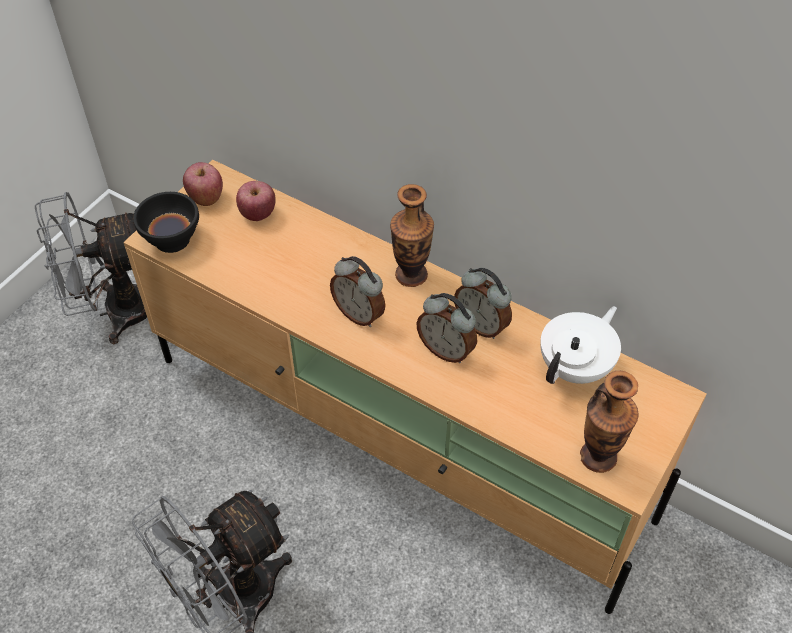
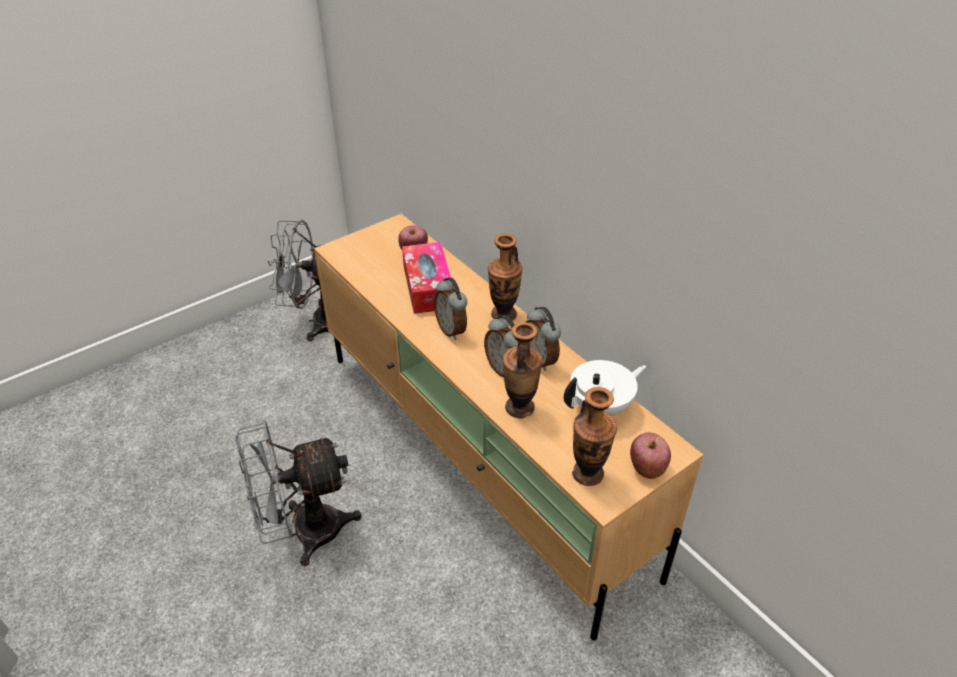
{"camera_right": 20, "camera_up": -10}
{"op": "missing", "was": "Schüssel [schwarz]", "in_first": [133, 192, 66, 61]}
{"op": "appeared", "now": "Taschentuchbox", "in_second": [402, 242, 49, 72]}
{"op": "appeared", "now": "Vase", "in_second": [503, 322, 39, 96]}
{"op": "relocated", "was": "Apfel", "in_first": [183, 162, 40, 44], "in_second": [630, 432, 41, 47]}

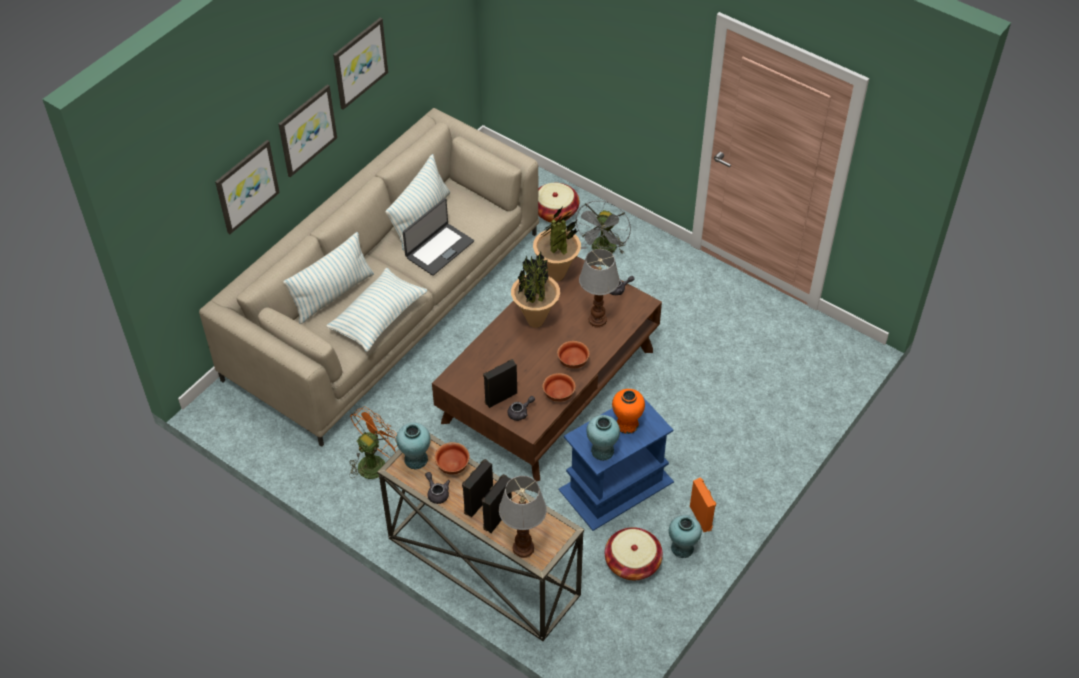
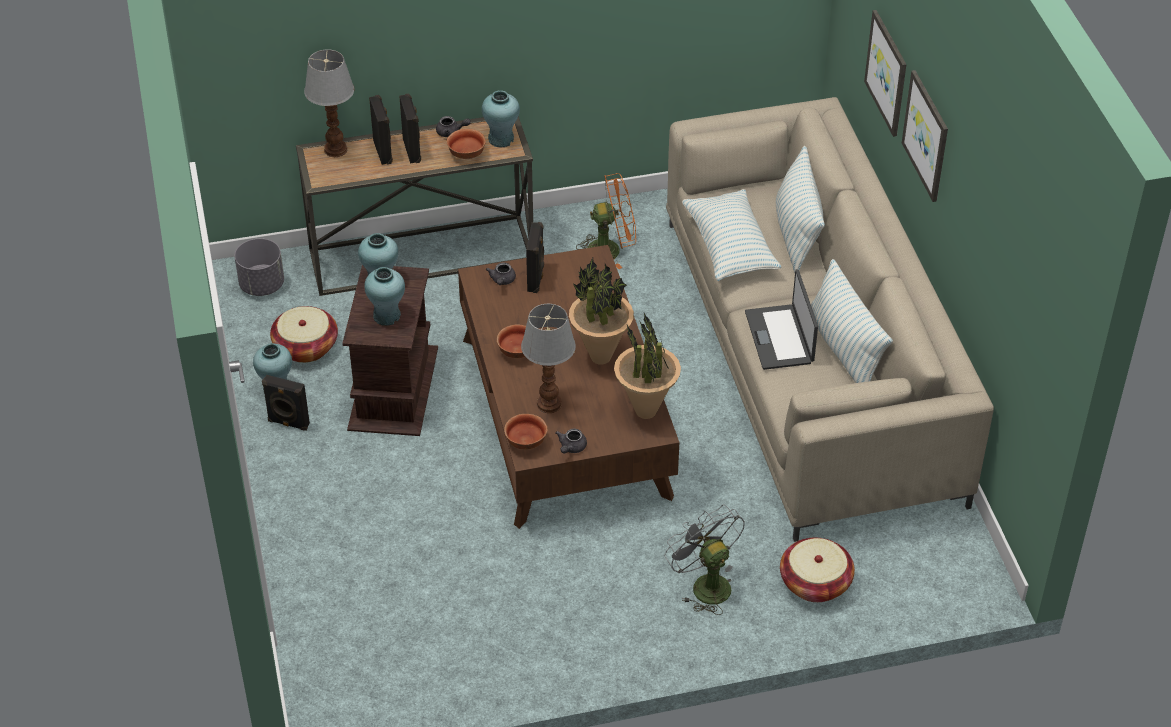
{"camera_right": 130, "camera_up": -5}
{"op": "missing", "was": "Bild", "in_first": [333, 18, 55, 92]}
{"op": "appeared", "now": "Pflanzkübel [grau]", "in_second": [234, 238, 50, 58]}
{"op": "relocated", "was": "Schüssel", "in_first": [542, 373, 34, 29], "in_second": [504, 414, 44, 36]}
{"op": "colour", "was": "Beistelltisch [blau]", "now": "Beistelltisch [braun]", "in_first": [558, 397, 116, 134], "in_second": [342, 265, 96, 171]}
{"op": "colour", "was": "Vase [orange]", "now": "Vase [türkis]", "in_first": [612, 389, 33, 45], "in_second": [364, 267, 41, 59]}
{"op": "colour", "was": "Lautsprecher [orange]", "now": "Lautsprecher [schwarz]", "in_first": [690, 477, 26, 55], "in_second": [262, 375, 48, 56]}
{"op": "spun", "was": "Ventilator [orange]", "in_first": [349, 407, 48, 72], "in_second": [576, 173, 60, 96], "clockwise": -90}

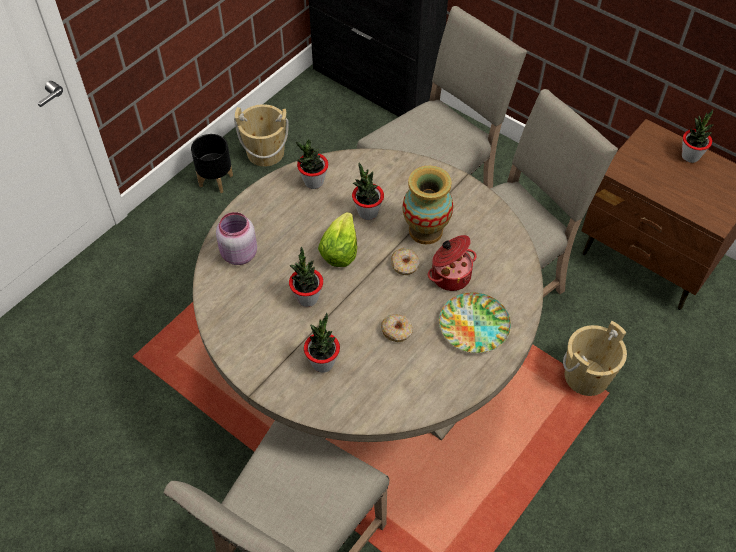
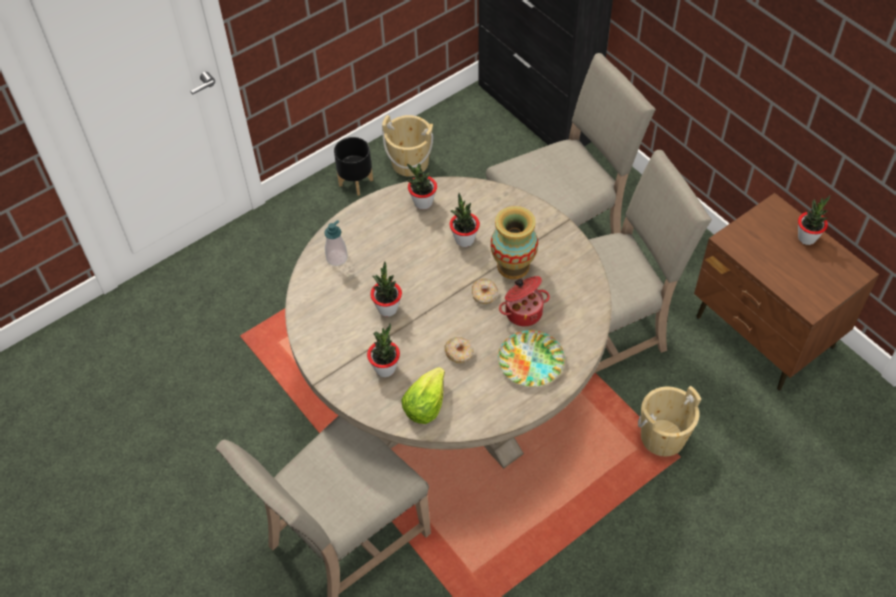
{"camera_right": 15, "camera_up": 0}
{"op": "relocated", "was": "Salatkopf", "in_first": [318, 212, 39, 55], "in_second": [401, 367, 44, 57]}
{"op": "exchanged", "was": "Vorratsglas [rosa]", "now": "Seifenspender", "in_first": [216, 212, 41, 53], "in_second": [324, 220, 24, 46]}

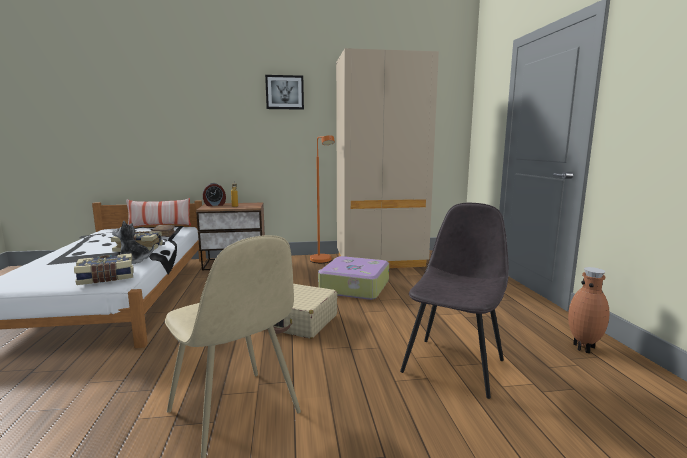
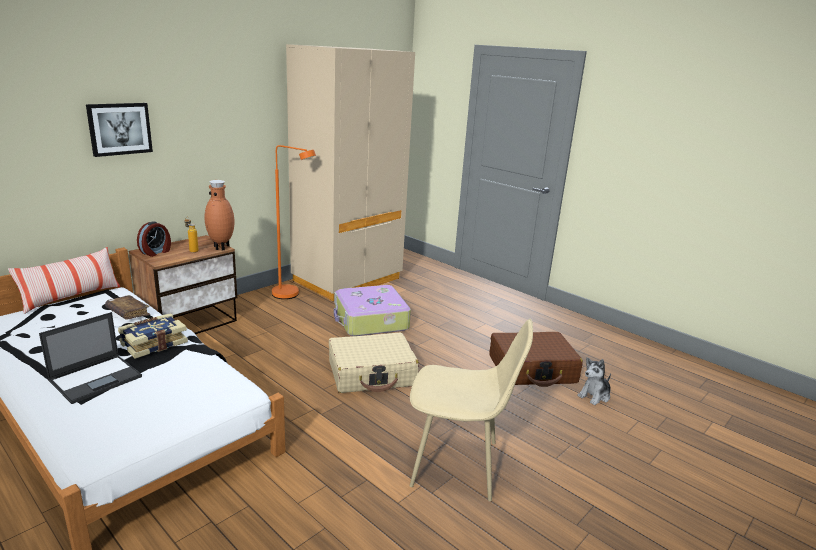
{"camera_right": -40, "camera_up": 10}
{"op": "missing", "was": "Buch", "in_first": [74, 253, 60, 32]}
{"op": "appeared", "now": "Laptop", "in_second": [39, 312, 103, 92]}
{"op": "relocated", "was": "Plüschtier", "in_first": [112, 221, 42, 43], "in_second": [577, 357, 34, 48]}
{"op": "relocated", "was": "Bild", "in_first": [265, 75, 39, 35], "in_second": [86, 103, 67, 54]}
{"op": "relocated", "was": "Vase [braun]", "in_first": [568, 267, 42, 86], "in_second": [205, 180, 29, 70]}
{"op": "exchanged", "was": "Stuhl [grau]", "now": "Koffer [braun]", "in_first": [400, 203, 109, 196], "in_second": [489, 332, 94, 55]}

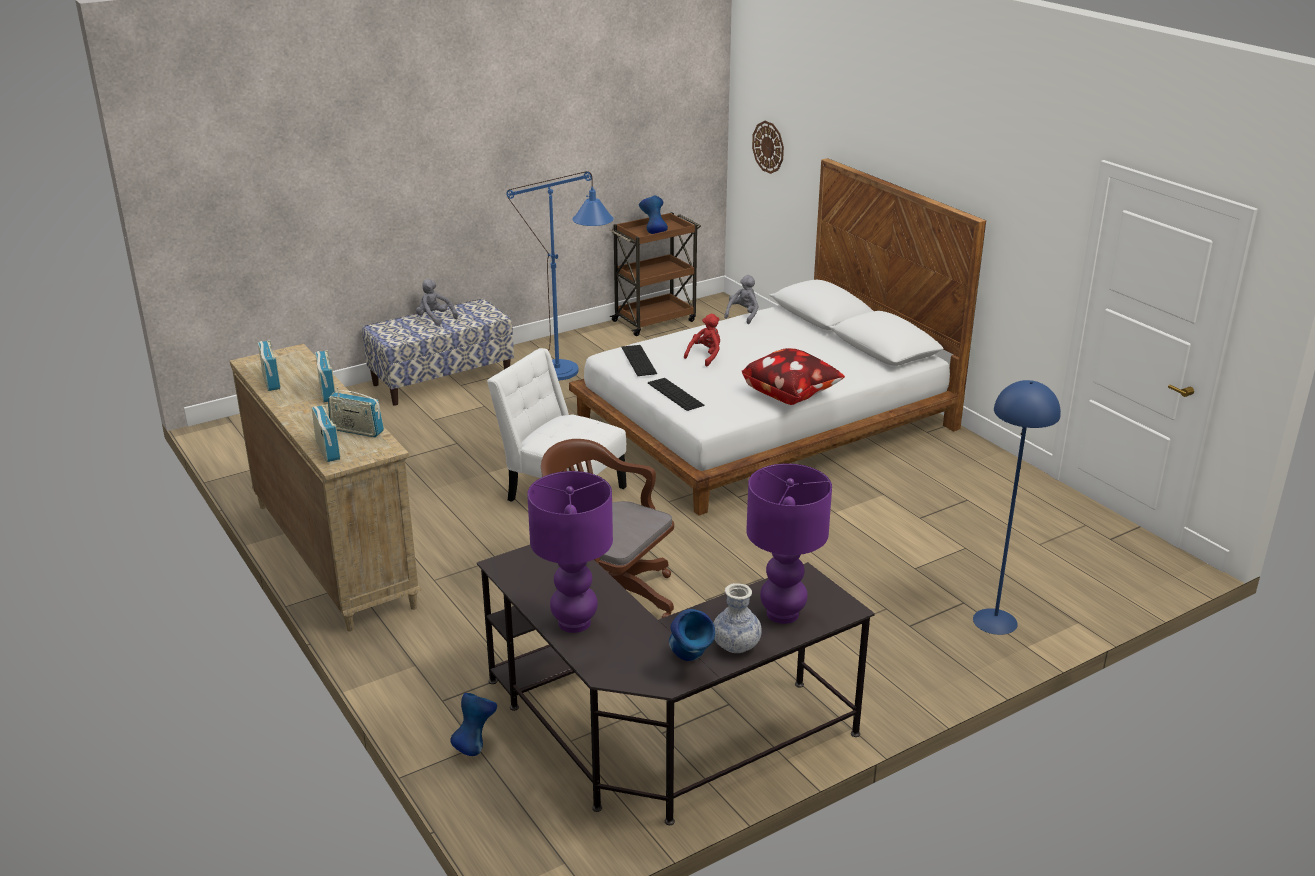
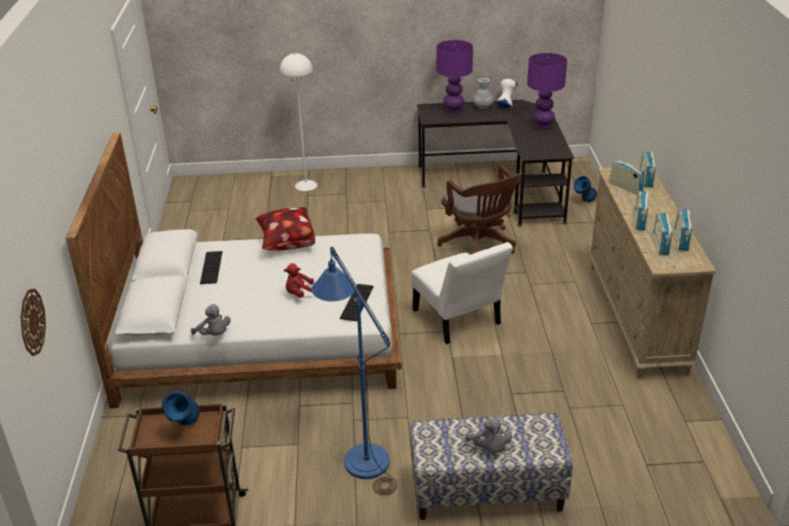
{"camera_right": -150, "camera_up": 5}
{"op": "appeared", "now": "Radio", "in_second": [653, 210, 20, 45]}
{"op": "relocated", "was": "Tastatur", "in_first": [648, 378, 56, 33], "in_second": [200, 251, 22, 33]}
{"op": "colour", "was": "Vase [blau]", "now": "Vase [weiß]", "in_first": [669, 609, 46, 52], "in_second": [497, 79, 21, 29]}
{"op": "colour", "was": "Stehlampe [blau]", "now": "Stehlampe [weiß]", "in_first": [973, 380, 88, 255], "in_second": [280, 53, 37, 138]}
{"op": "spun", "was": "Plüschtier [grau]", "in_first": [724, 275, 34, 49], "in_second": [191, 304, 39, 31], "clockwise": -105}

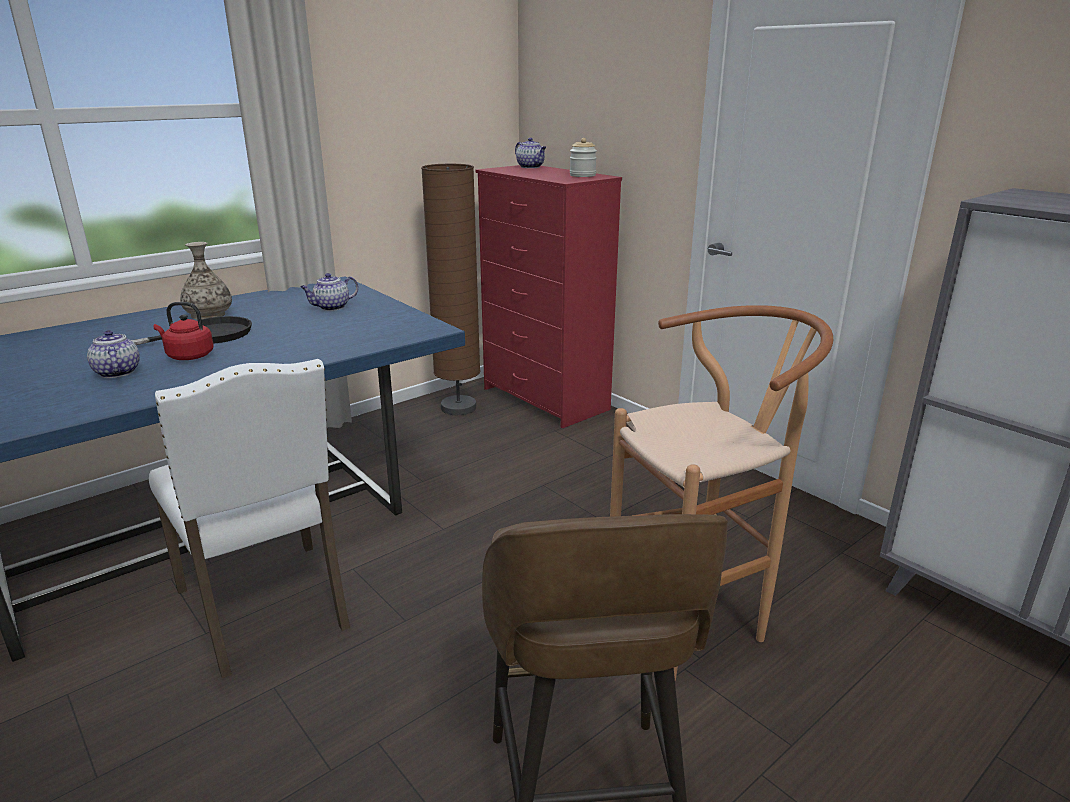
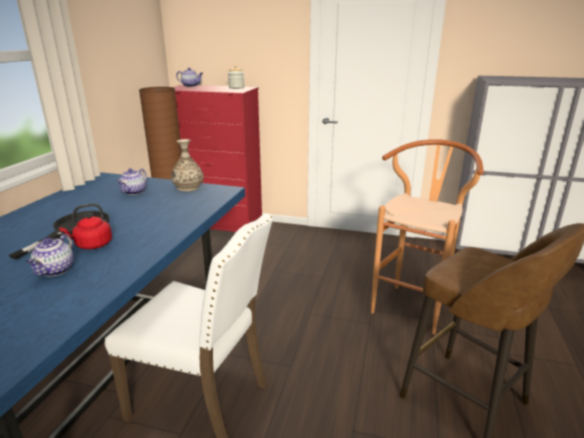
{"camera_right": -35, "camera_up": 0}
{"op": "relocated", "was": "Vase", "in_first": [180, 242, 52, 78], "in_second": [171, 139, 33, 52]}
{"op": "spun", "was": "Teekanne", "in_first": [87, 330, 53, 48], "in_second": [26, 234, 47, 42], "clockwise": -105}

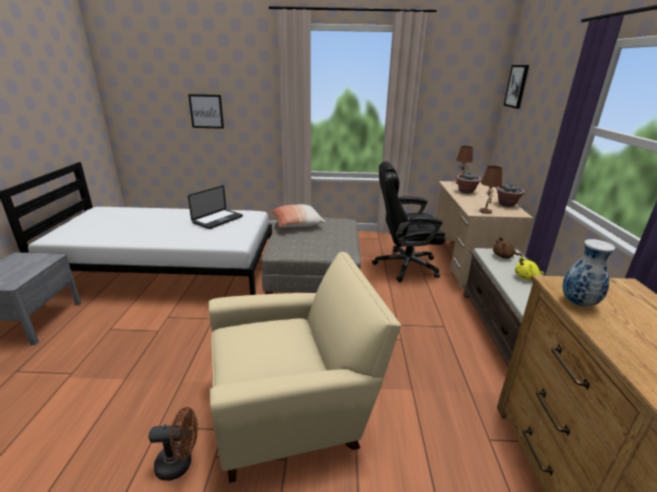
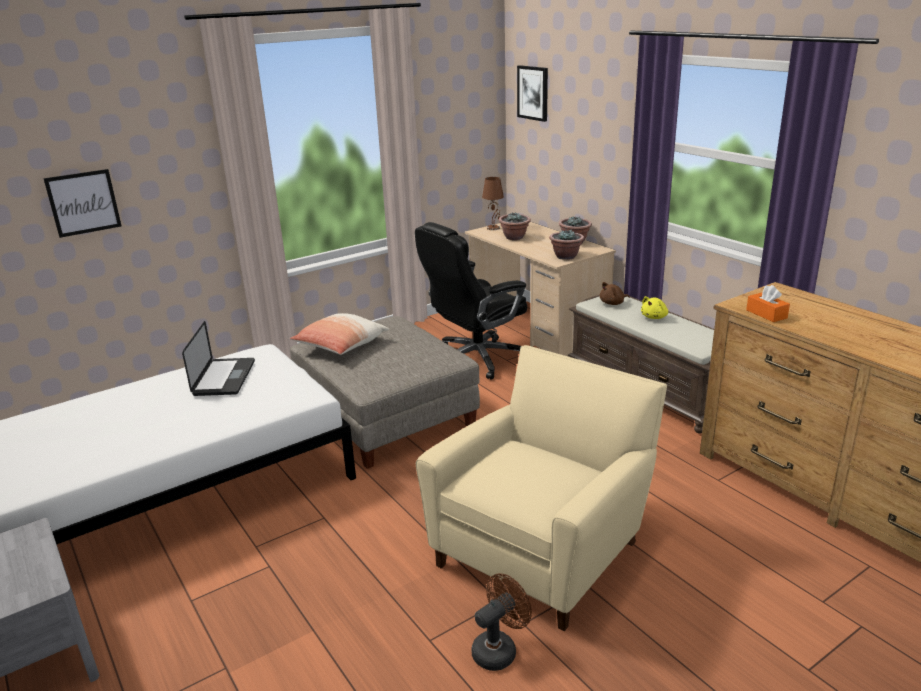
{"camera_right": -35, "camera_up": 0}
{"op": "exchanged", "was": "Tischlampe [braun]", "now": "Topfpflanze", "in_first": [480, 166, 22, 48], "in_second": [549, 229, 35, 31]}
{"op": "exchanged", "was": "Vase", "now": "Taschentuchbox [orange]", "in_first": [563, 239, 52, 68], "in_second": [746, 285, 44, 37]}

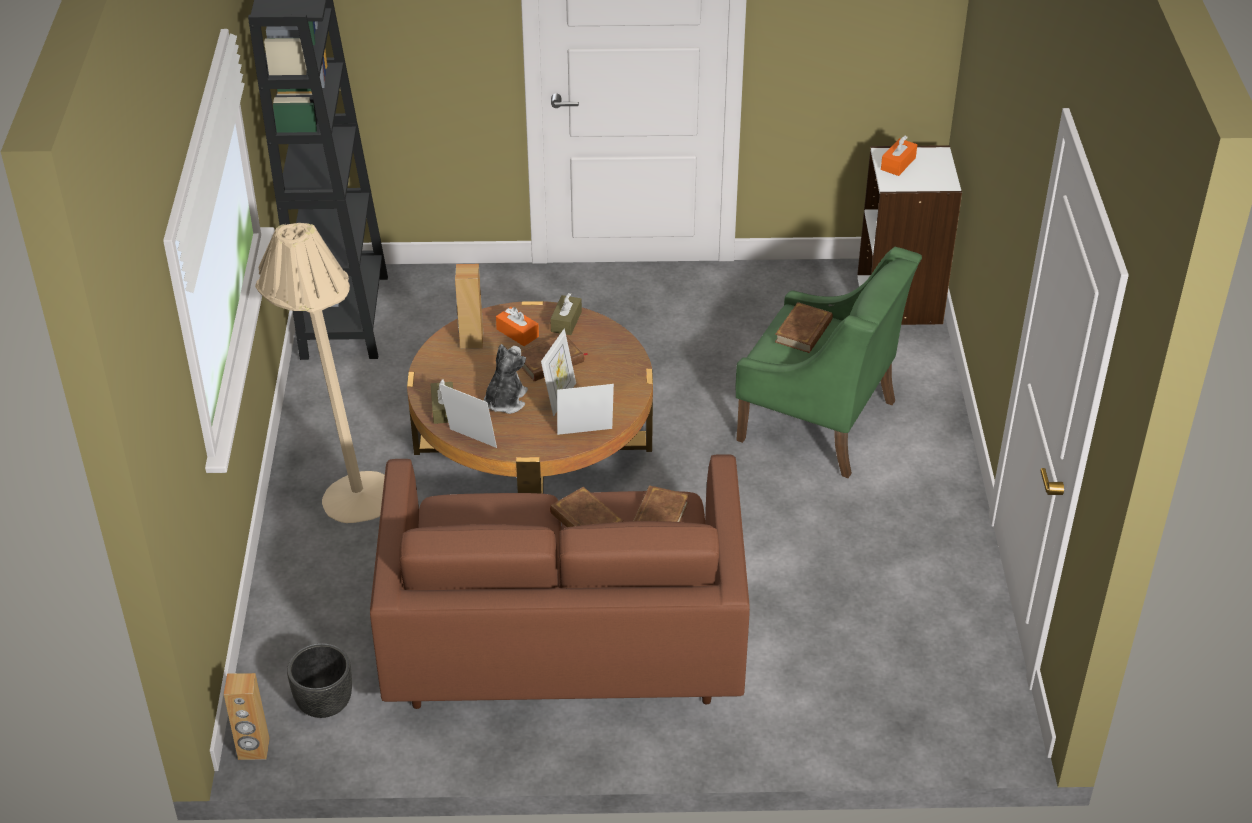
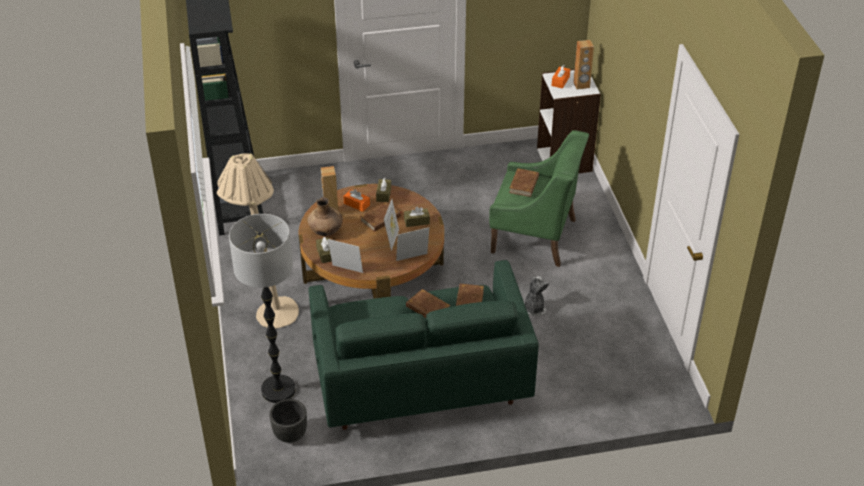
{"camera_right": -10, "camera_up": 0}
{"op": "appeared", "now": "Stehlampe", "in_second": [229, 214, 66, 189]}
{"op": "appeared", "now": "Vase [braun]", "in_second": [308, 197, 35, 39]}
{"op": "appeared", "now": "Taschentuchbox [braun]", "in_second": [404, 207, 26, 20]}
{"op": "relocated", "was": "Lautsprecher [braun]", "in_first": [224, 673, 46, 87], "in_second": [573, 40, 21, 50]}
{"op": "relocated", "was": "Plüschtier", "in_first": [484, 344, 44, 70], "in_second": [524, 276, 25, 40]}
{"op": "colour", "was": "Sofa [braun]", "now": "Sofa [grün]", "in_first": [370, 454, 380, 255], "in_second": [308, 260, 231, 170]}

